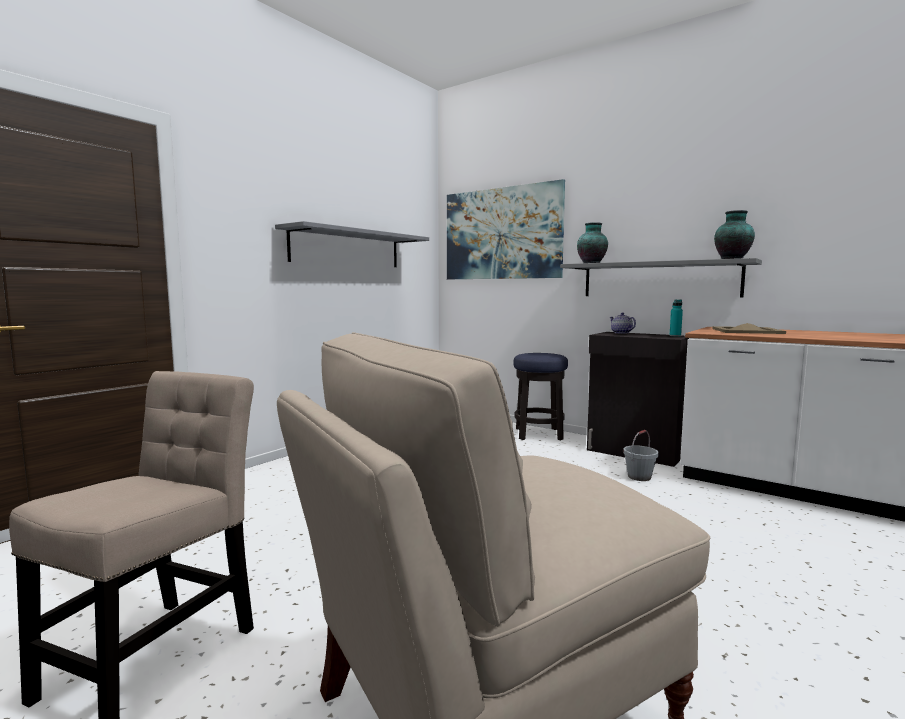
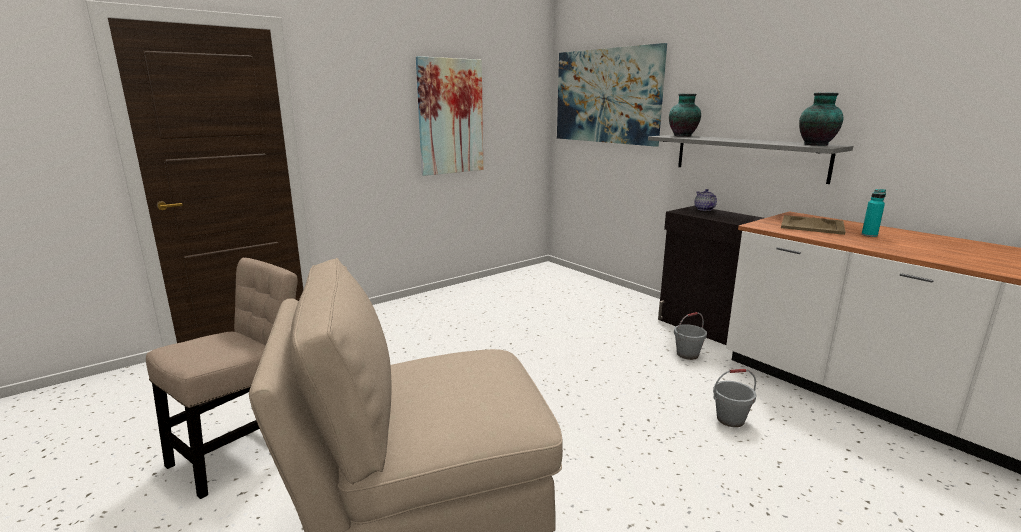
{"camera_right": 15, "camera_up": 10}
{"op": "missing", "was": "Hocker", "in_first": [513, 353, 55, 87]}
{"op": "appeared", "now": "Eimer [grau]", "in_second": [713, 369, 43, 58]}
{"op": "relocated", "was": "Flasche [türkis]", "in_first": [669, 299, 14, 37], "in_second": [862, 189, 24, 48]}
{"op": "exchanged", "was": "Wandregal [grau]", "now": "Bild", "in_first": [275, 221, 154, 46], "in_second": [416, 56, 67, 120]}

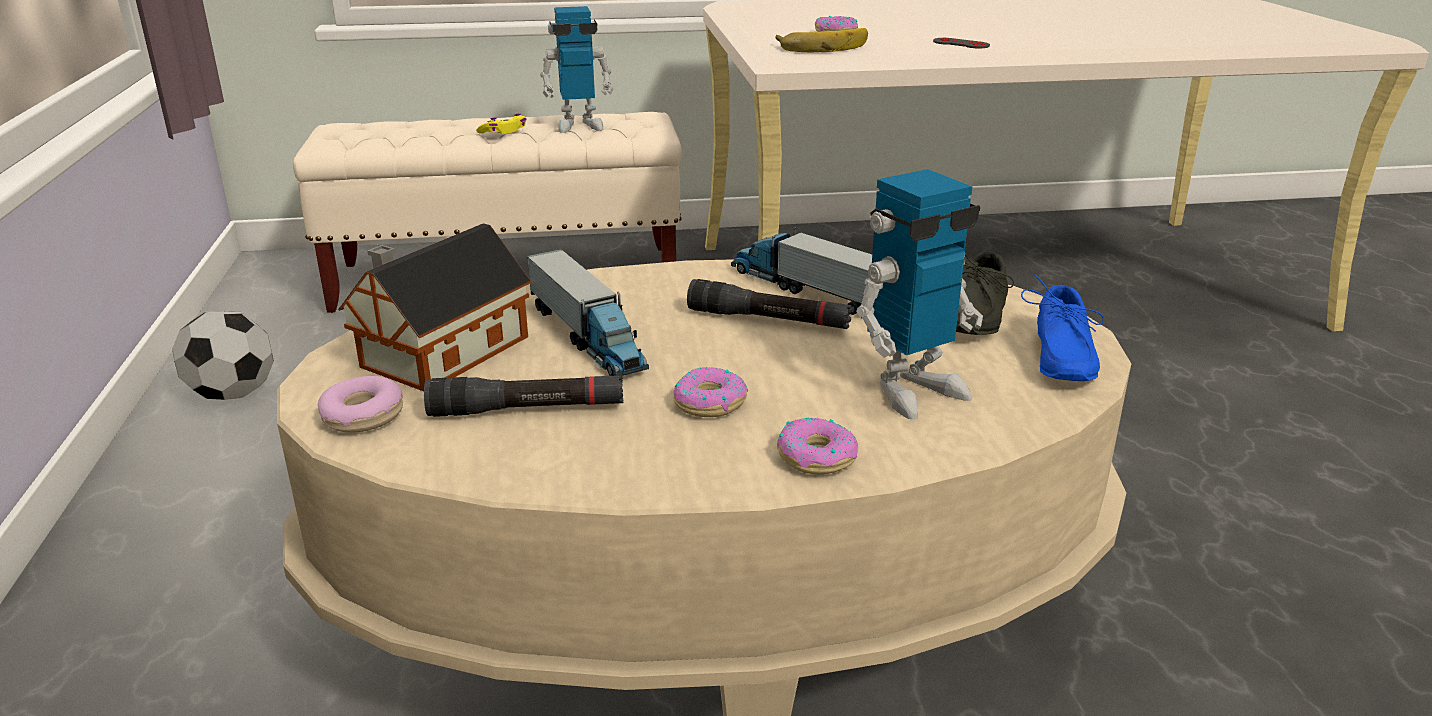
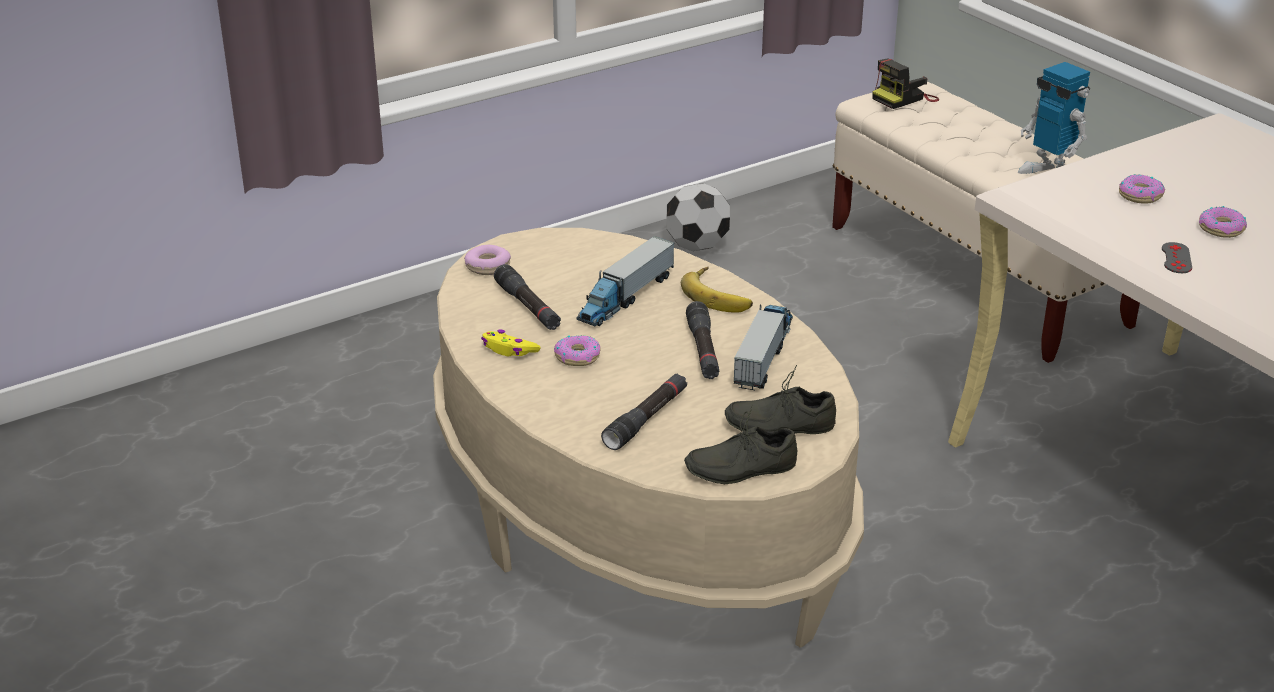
{"camera_right": 65, "camera_up": 5}
{"op": "missing", "was": "Spielzeughaus", "in_first": [338, 223, 193, 168]}
{"op": "appeared", "now": "Kamera", "in_second": [872, 58, 67, 51]}
{"op": "relocated", "was": "Gamepad [gelb]", "in_first": [476, 114, 51, 20], "in_second": [481, 330, 60, 26]}
{"op": "relocated", "was": "Banane", "in_first": [776, 28, 92, 24], "in_second": [681, 267, 72, 46]}
{"op": "relocated", "was": "Donut", "in_first": [777, 418, 81, 56], "in_second": [1199, 206, 48, 32]}
{"op": "exchanged", "was": "Spielzeugroboter", "now": "Taschenlampe [schwarz]", "in_first": [856, 169, 127, 250], "in_second": [601, 373, 86, 77]}
{"op": "colour", "was": "Schuh [blau]", "now": "Schuh [grau]", "in_first": [1021, 274, 83, 107], "in_second": [684, 405, 113, 79]}

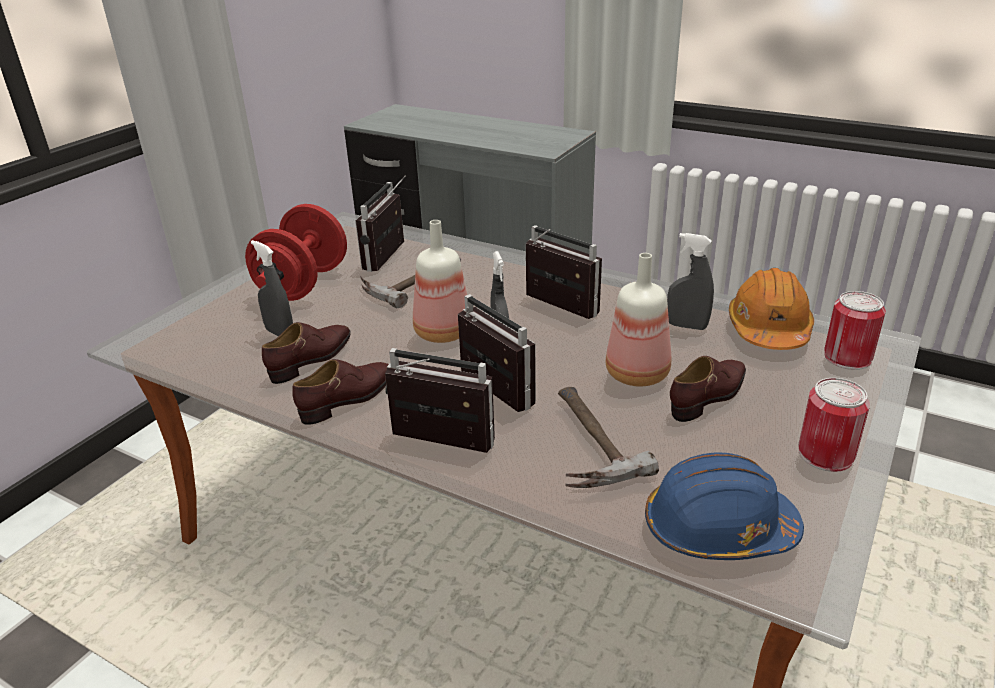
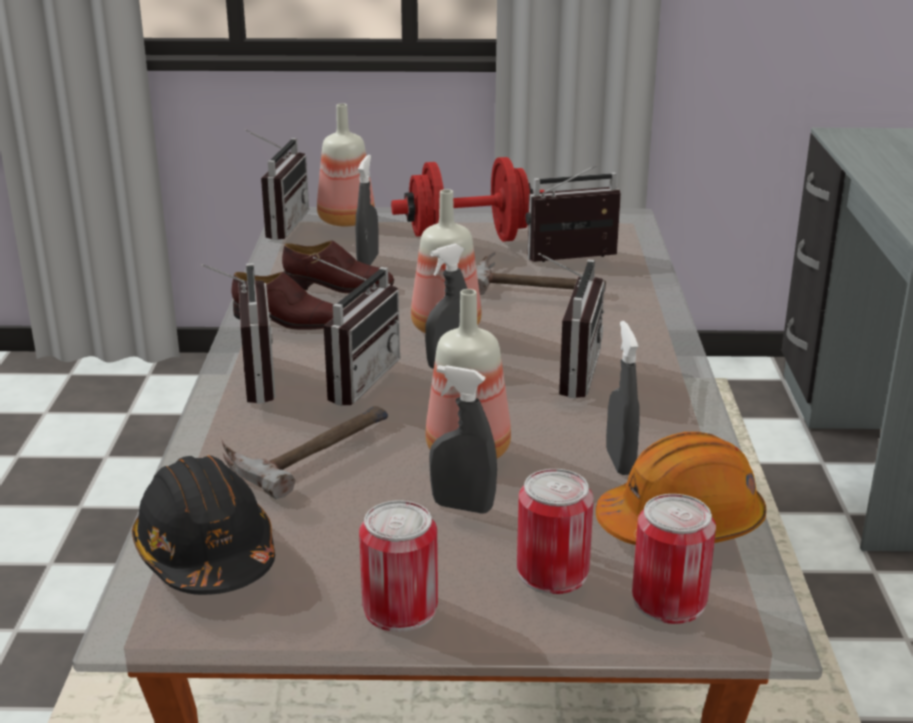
{"camera_right": 60, "camera_up": -5}
{"op": "appeared", "now": "Radio", "in_second": [245, 129, 64, 111]}
{"op": "appeared", "now": "Flasche", "in_second": [317, 103, 58, 123]}
{"op": "appeared", "now": "Dose", "in_second": [517, 469, 77, 125]}
{"op": "exchanged", "was": "Schuh [braun]", "now": "Sprühflasche [grau]", "in_first": [670, 356, 76, 66], "in_second": [429, 365, 68, 149]}
{"op": "colour", "was": "Schutzhelm [blau]", "now": "Schutzhelm [schwarz]", "in_first": [645, 452, 159, 108], "in_second": [132, 455, 143, 140]}

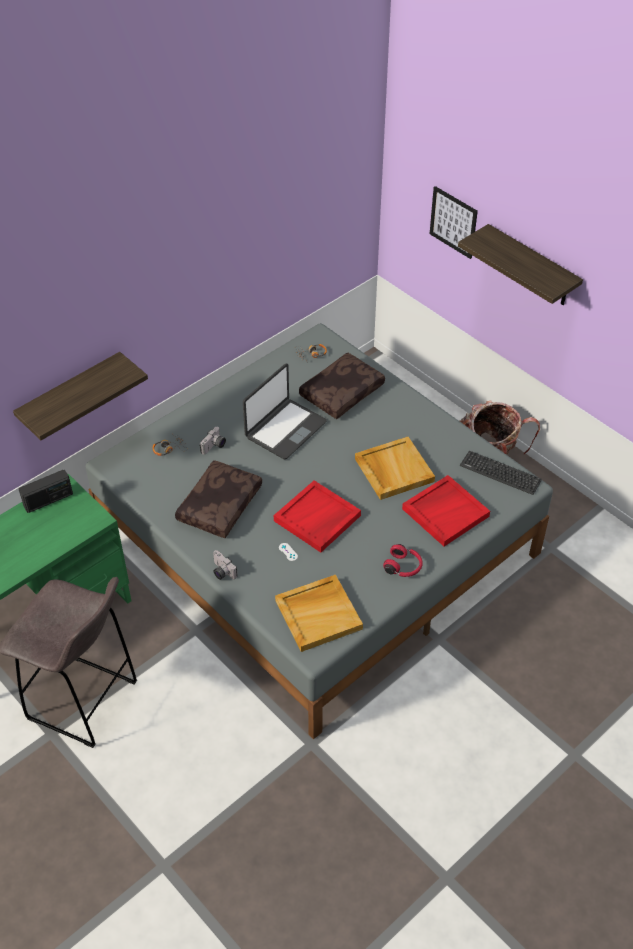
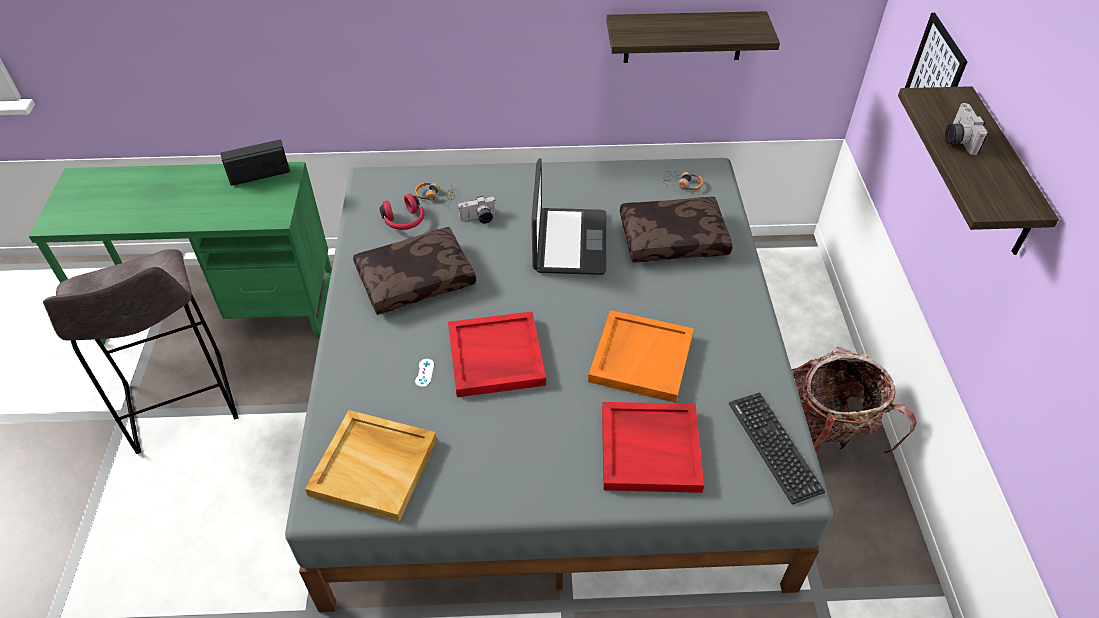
{"camera_right": 40, "camera_up": 0}
{"op": "relocated", "was": "Wandregal", "in_first": [13, 352, 135, 88], "in_second": [606, 11, 174, 52]}
{"op": "relocated", "was": "Kamera", "in_first": [213, 550, 25, 30], "in_second": [945, 103, 43, 52]}
{"op": "relocated", "was": "Kopfhörer [rot]", "in_first": [383, 544, 40, 33], "in_second": [379, 194, 46, 36]}
{"op": "colour", "was": "Tablett [beige]", "now": "Tablett [orange]", "in_first": [355, 437, 80, 63], "in_second": [588, 310, 106, 93]}
{"op": "spun", "was": "Radio", "in_first": [19, 470, 54, 43], "in_second": [220, 139, 70, 47], "clockwise": 150}
{"op": "spun", "was": "Laptop", "in_first": [243, 364, 84, 95], "in_second": [531, 158, 75, 117], "clockwise": -75}

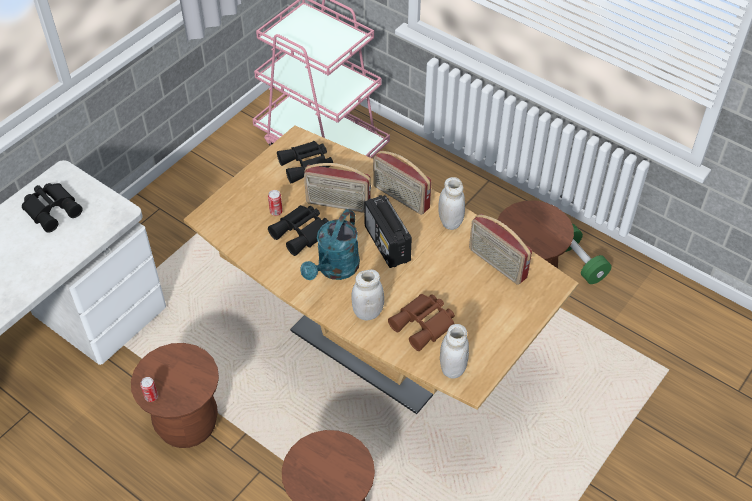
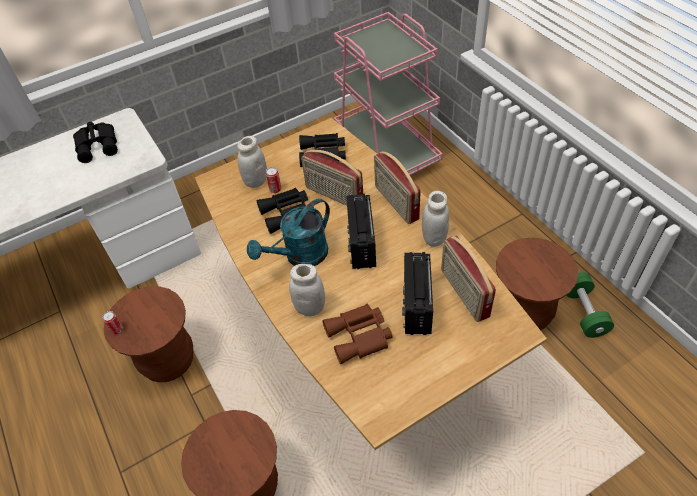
{"camera_right": 25, "camera_up": 0}
{"op": "appeared", "now": "Radio", "in_second": [402, 252, 31, 83]}
{"op": "relocated", "was": "Vorratsglas [weiß]", "in_first": [440, 324, 29, 55], "in_second": [237, 136, 30, 52]}

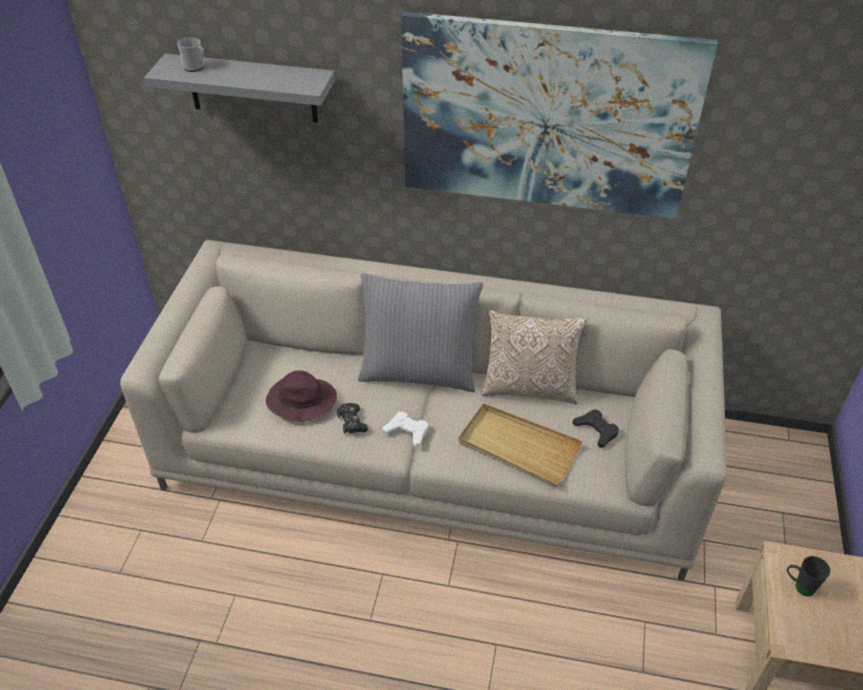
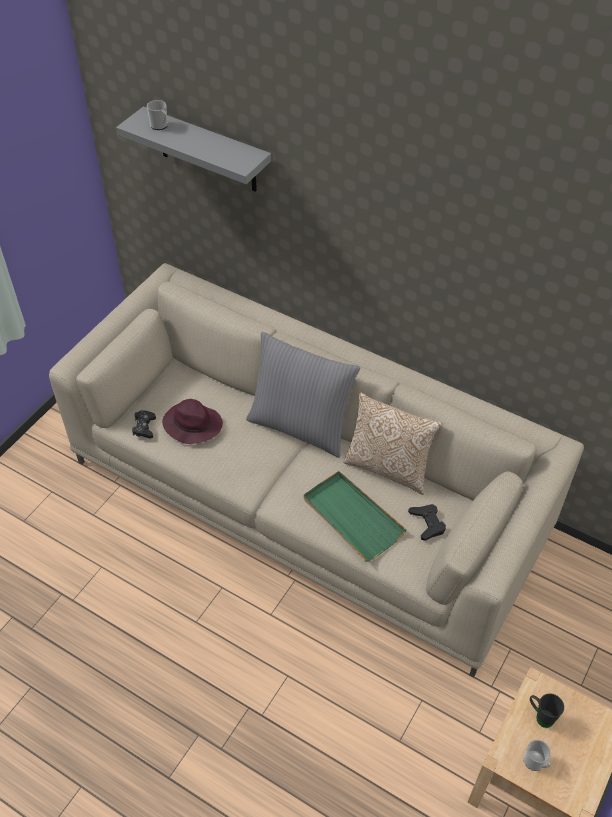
{"camera_right": 20, "camera_up": 5}
{"op": "missing", "was": "Gamepad [weiß]", "in_first": [382, 412, 46, 35]}
{"op": "missing", "was": "Bild", "in_first": [401, 11, 317, 208]}
{"op": "appeared", "now": "Henkelbecher", "in_second": [524, 740, 27, 31]}
{"op": "relocated", "was": "Gamepad [schwarz]", "in_first": [337, 403, 31, 32], "in_second": [132, 410, 24, 28]}
{"op": "colour", "was": "Tablett [beige]", "now": "Tablett [grün]", "in_first": [458, 403, 125, 83], "in_second": [303, 471, 104, 91]}

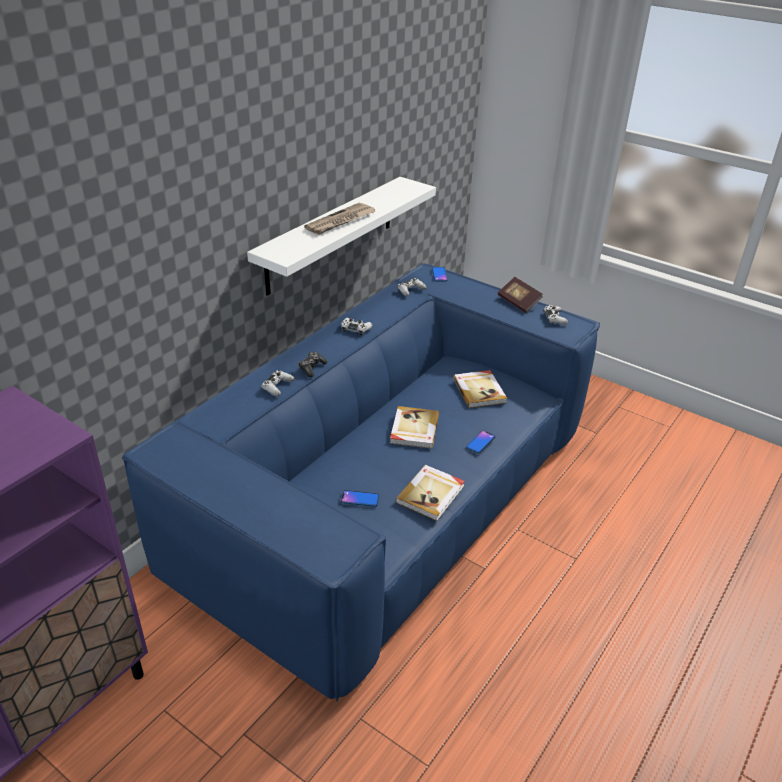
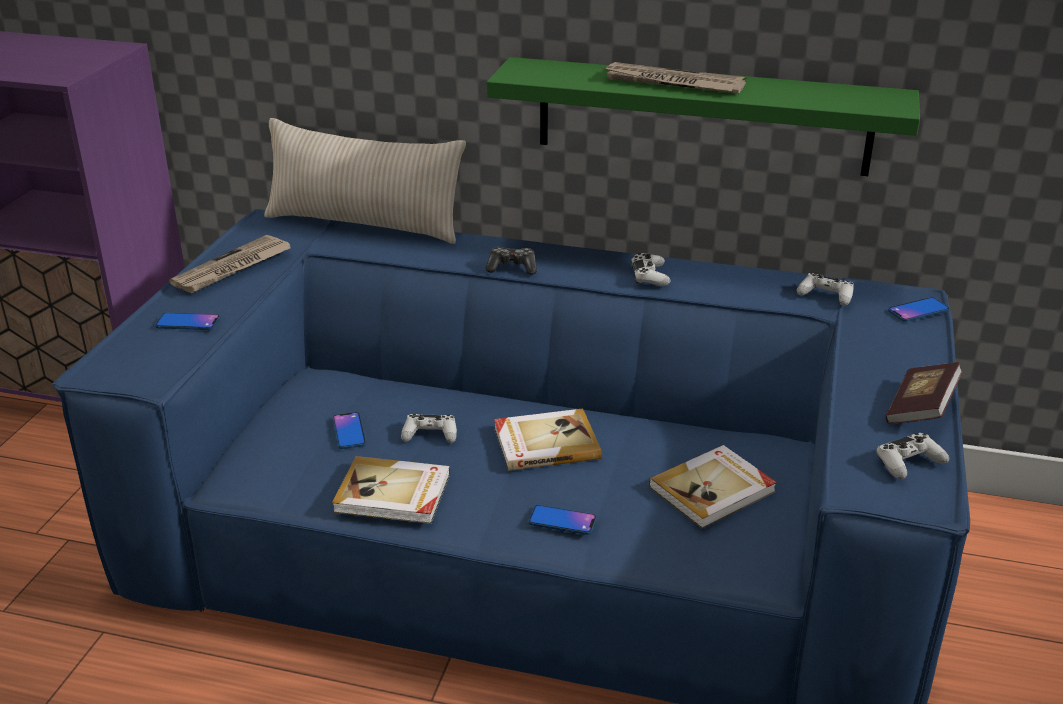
{"camera_right": 70, "camera_up": -5}
{"op": "appeared", "now": "Handy", "in_second": [155, 312, 65, 18]}
{"op": "appeared", "now": "Zeitung", "in_second": [169, 235, 121, 59]}
{"op": "appeared", "now": "Kissen [beige]", "in_second": [264, 118, 202, 126]}
{"op": "relocated", "was": "Gamepad [weiß]", "in_first": [261, 370, 33, 26], "in_second": [401, 414, 56, 29]}
{"op": "colour", "was": "Wandregal [weiß]", "now": "Wandregal [grün]", "in_first": [247, 177, 189, 119], "in_second": [487, 57, 433, 119]}

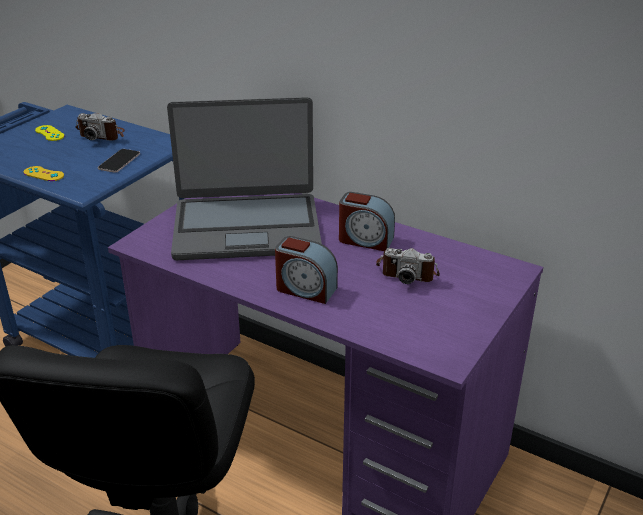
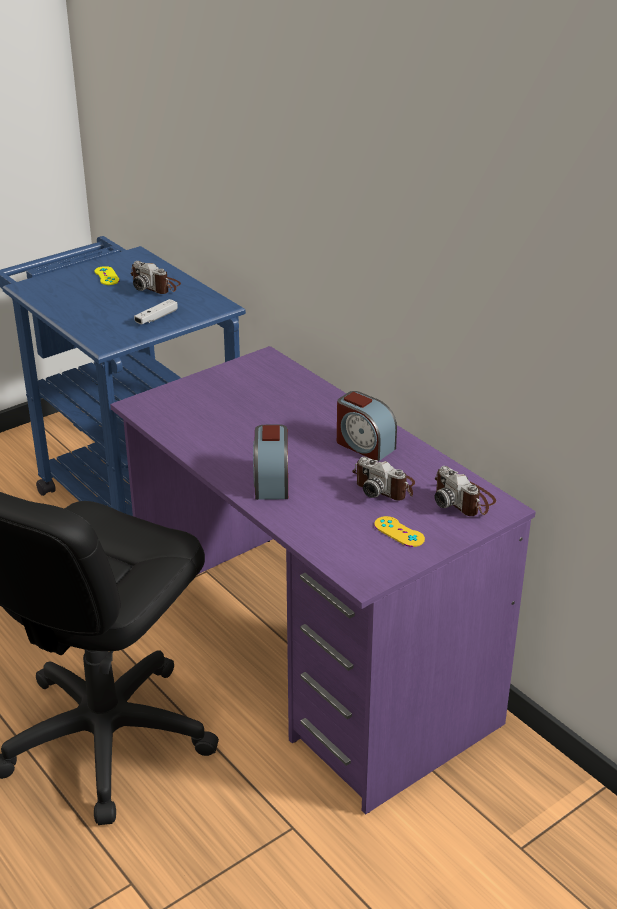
{"camera_right": 20, "camera_up": 0}
{"op": "missing", "was": "Laptop", "in_first": [167, 97, 155, 163]}
{"op": "appeared", "now": "Kamera", "in_second": [435, 466, 61, 50]}
{"op": "relocated", "was": "Gamepad [gelb]", "in_first": [24, 166, 40, 15], "in_second": [374, 516, 51, 31]}
{"op": "exchanged", "was": "Handy", "now": "Gamepad [weiß]", "in_first": [98, 149, 42, 24], "in_second": [134, 299, 44, 25]}
{"op": "spun", "was": "Wecker", "in_first": [275, 236, 63, 68], "in_second": [253, 424, 35, 76], "clockwise": 45}

